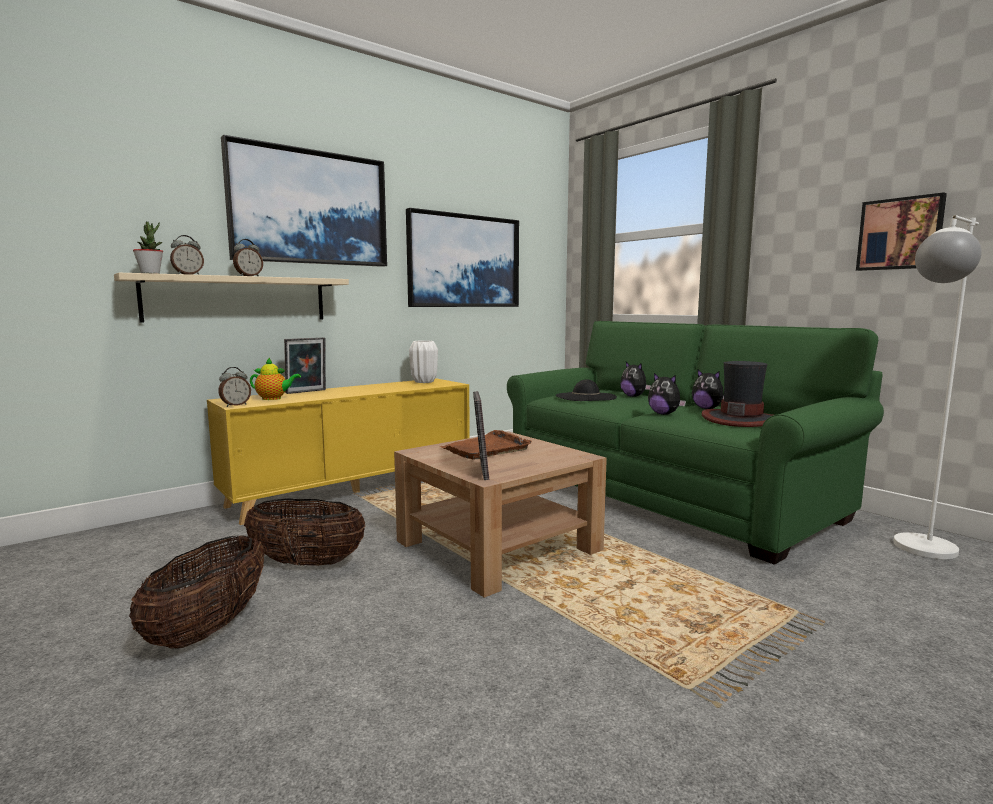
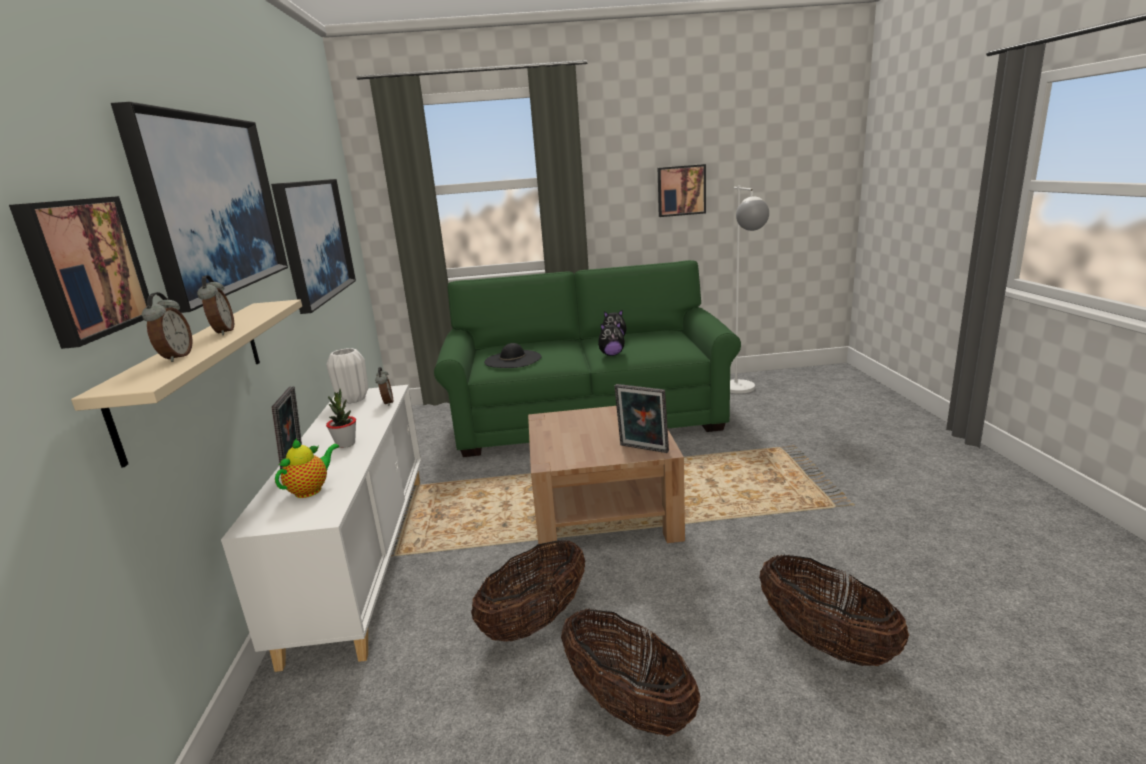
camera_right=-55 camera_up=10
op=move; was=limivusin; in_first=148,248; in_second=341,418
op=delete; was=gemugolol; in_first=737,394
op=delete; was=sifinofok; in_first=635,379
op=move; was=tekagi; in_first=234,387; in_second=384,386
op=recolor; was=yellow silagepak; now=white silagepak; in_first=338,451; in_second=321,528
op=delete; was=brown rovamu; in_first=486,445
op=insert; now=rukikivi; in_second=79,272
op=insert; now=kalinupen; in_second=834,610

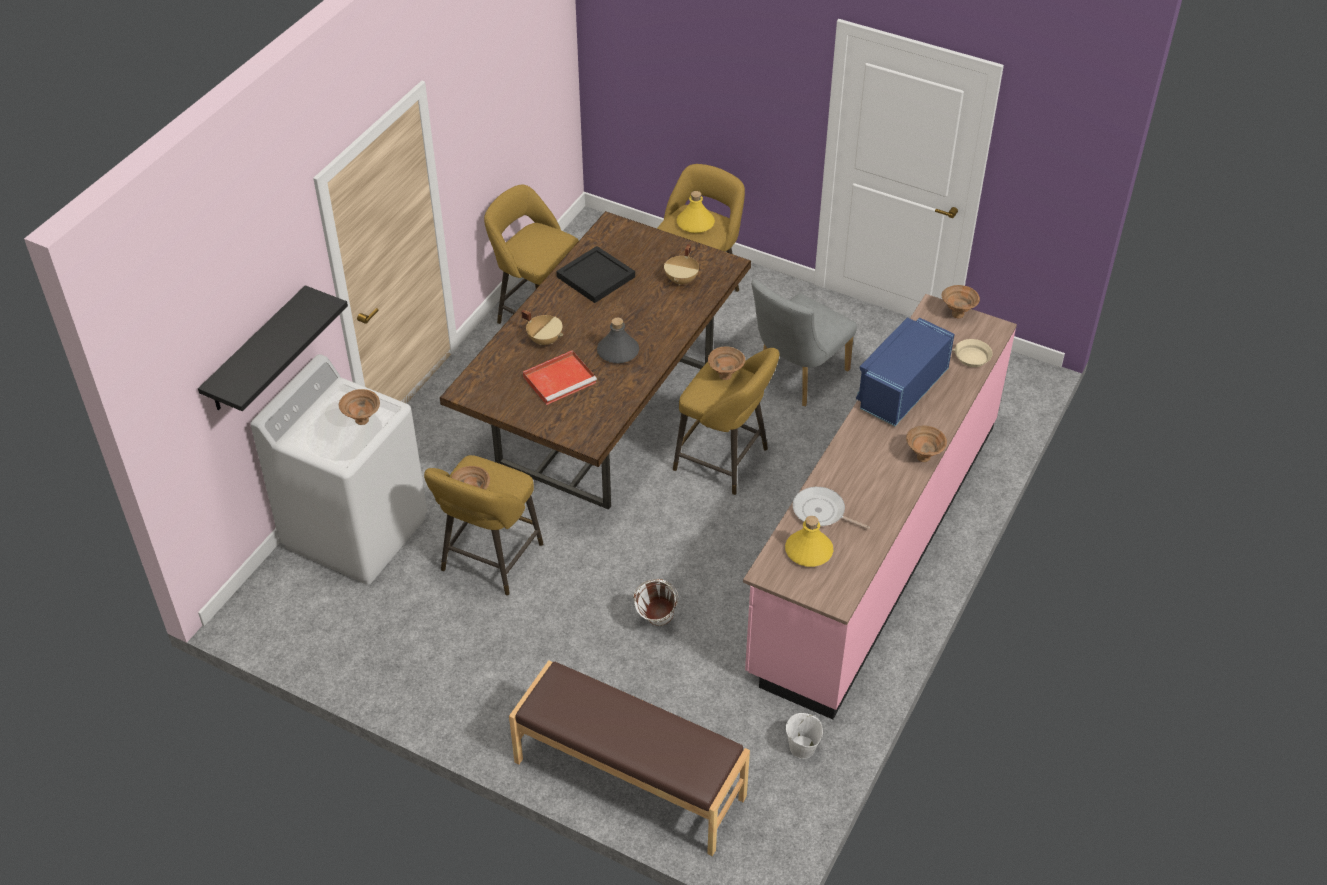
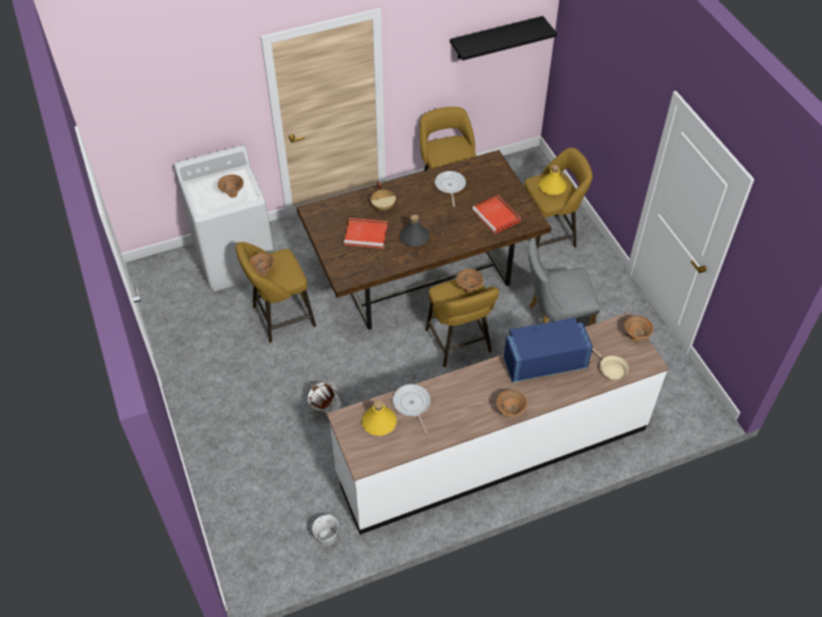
camera_right=40 camera_up=5
op=replace; was=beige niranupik; now=red rovamu; in_first=681,265; in_second=496,214
op=replace; was=black rovamu; now=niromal; in_first=595,274; in_second=450,189
op=move; was=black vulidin; in_first=273,348; in_second=503,38
op=recolor; was=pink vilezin; now=white vilezin; in_first=880,506; in_second=498,423
op=delete; was=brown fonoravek; in_first=629,758

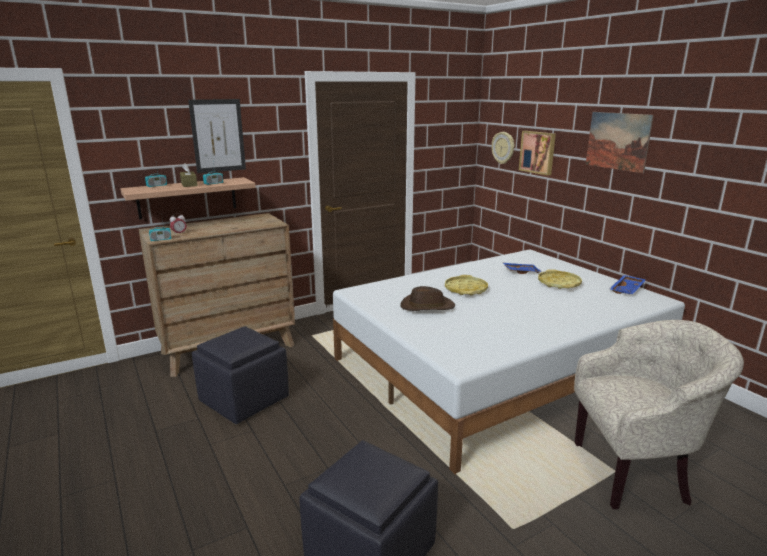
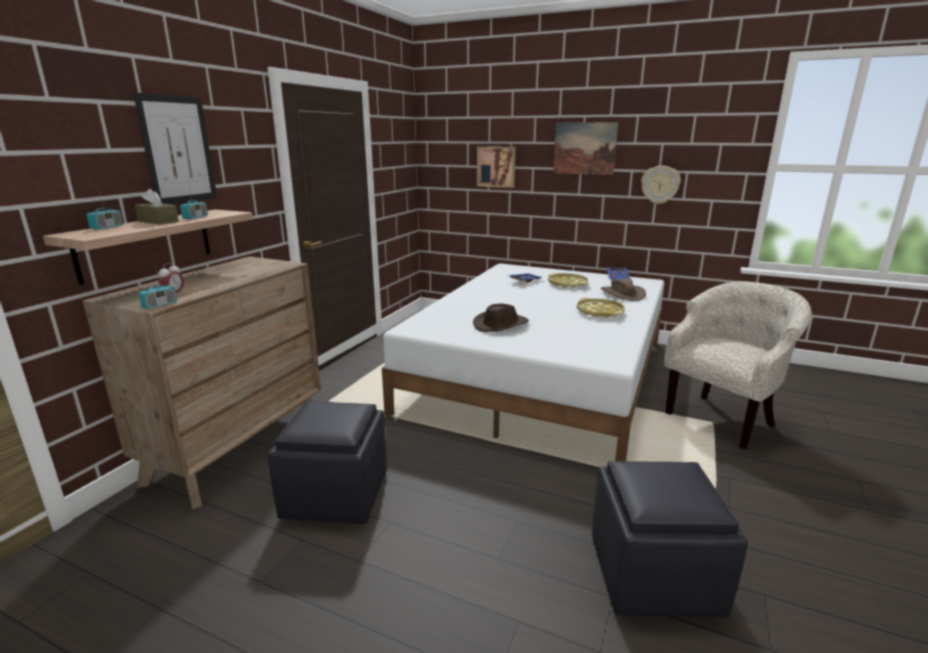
camera_right=-35 camera_up=0
op=move; was=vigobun; in_first=503,148; in_second=661,185
op=move; was=yellow rovamu; in_first=466,285; in_second=601,308
op=insert; now=brown gemugolol; in_second=623,289

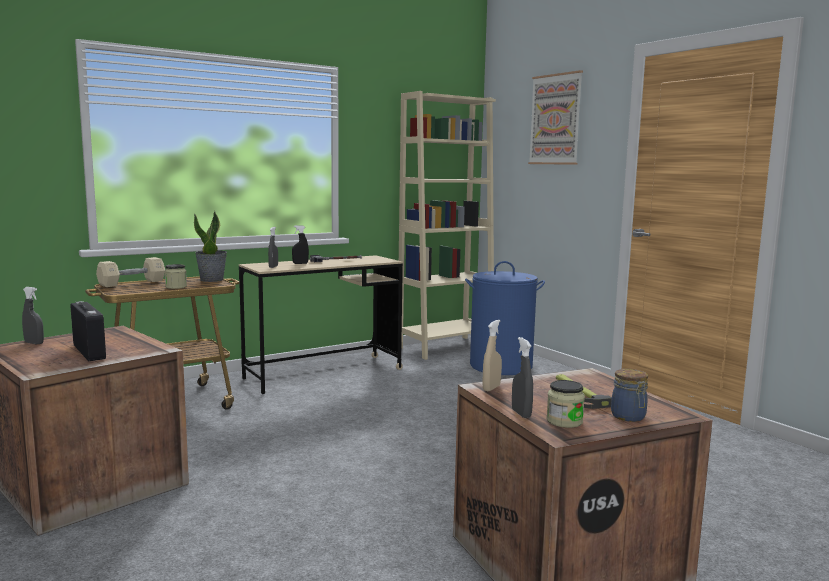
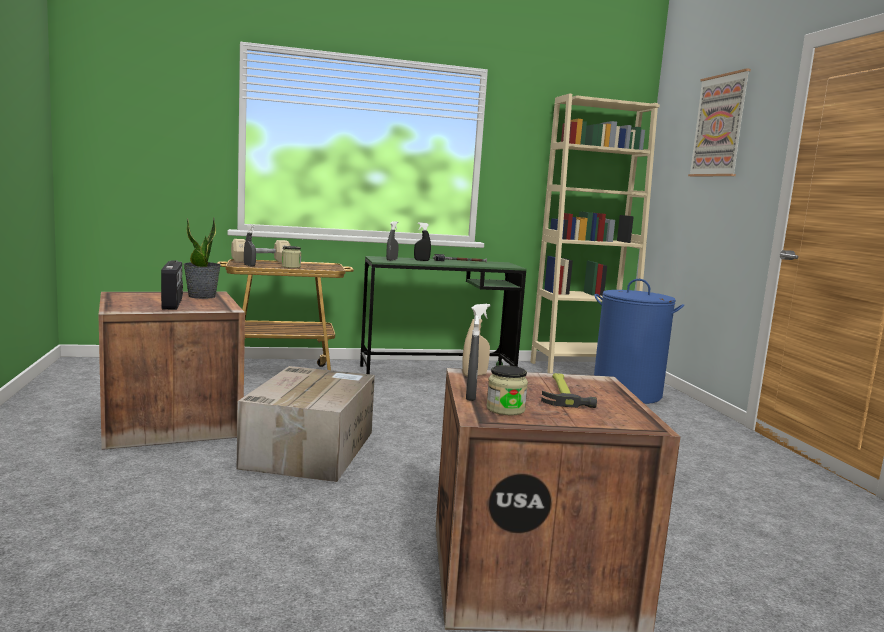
camera_right=20 camera_up=0
op=move; was=limivusin; in_first=210,246; in_second=202,258
op=recolor; was=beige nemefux; now=green nemefux; in_first=321,324; in_second=443,315
op=move; was=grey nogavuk; in_first=33,315; in_second=250,245
op=delete; was=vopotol; in_first=629,395
op=insert; now=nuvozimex; in_second=306,424

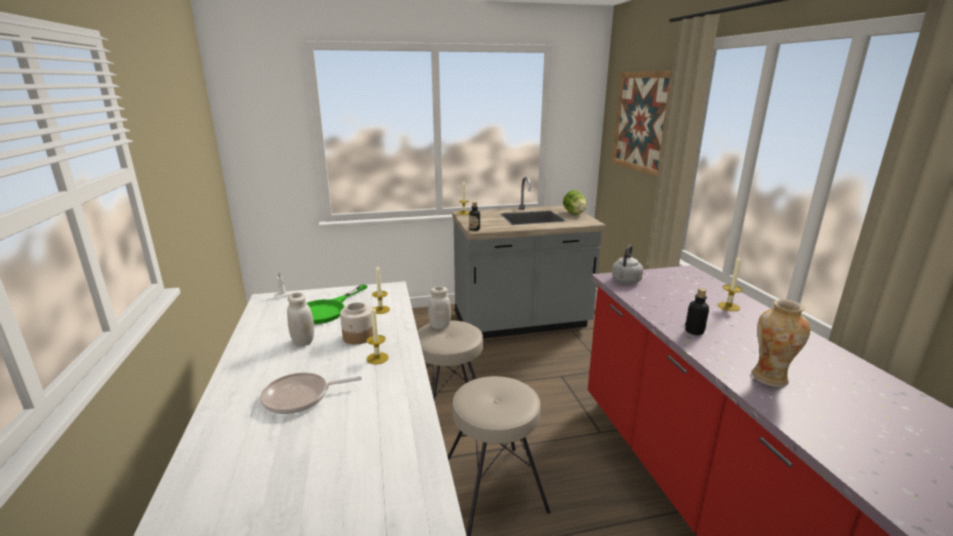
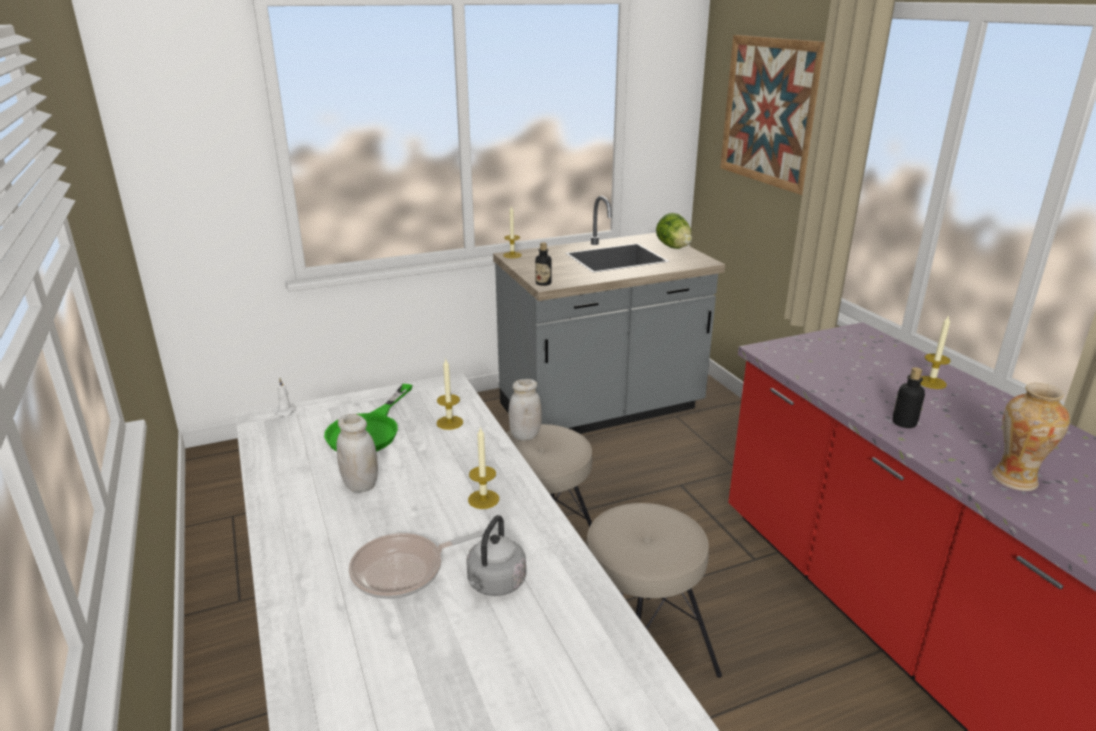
camera_right=-10 camera_up=5
op=move; was=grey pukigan; in_first=627,264; in_second=496,555
op=delete; was=vopotol; in_first=356,323

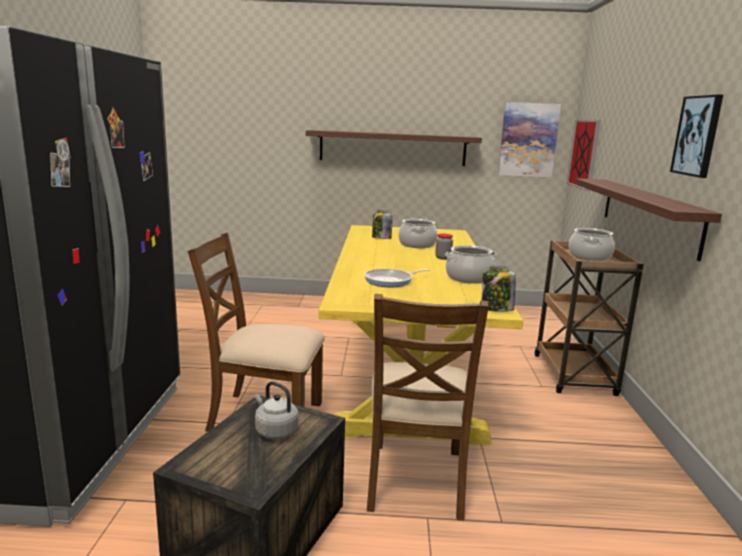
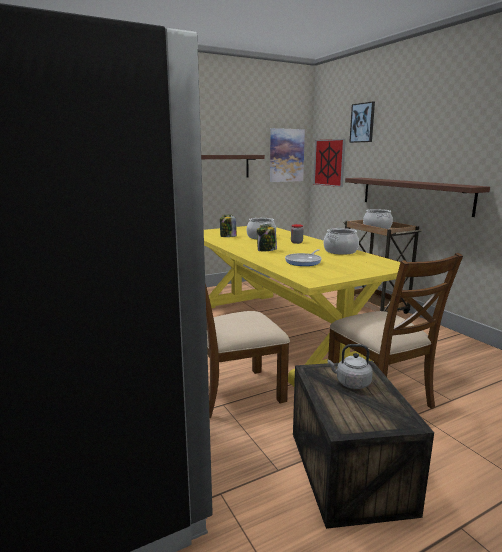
camera_right=-30 camera_up=0
op=move; was=rukikivi; in_first=696,136; in_second=362,122
op=move; was=vopotol; in_first=499,289; in_second=267,237

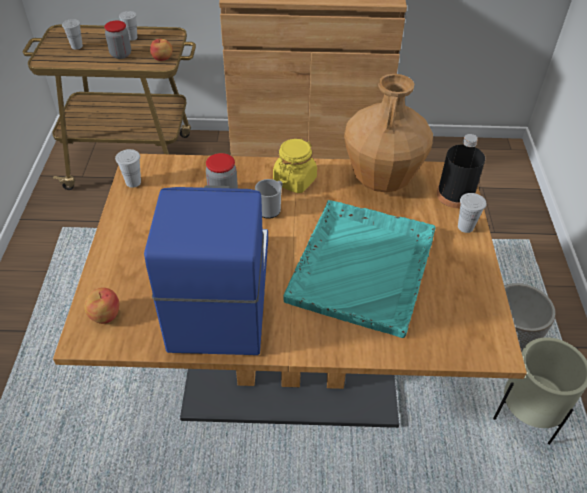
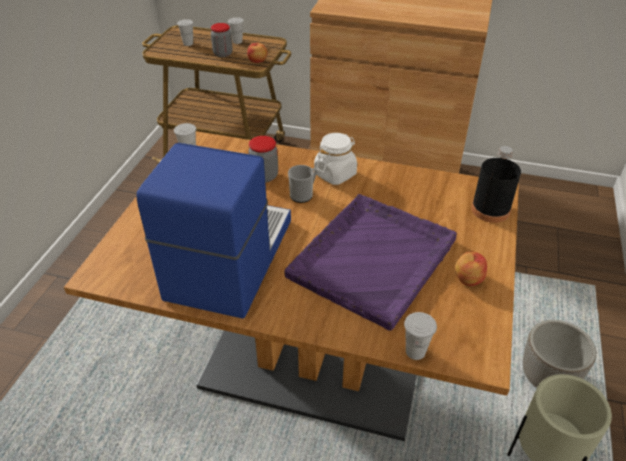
camera_right=15 camera_up=-5
op=delete; was=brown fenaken; in_first=388,133
op=recolor; was=yellow vopotol; now=white vopotol; in_first=295,166; in_second=335,159
op=move; was=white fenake; in_first=472,213; in_second=420,336
op=recolor; was=turquoise rovamu; now=purple rovamu; in_first=359,269; in_second=370,262
op=move; was=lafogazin; in_first=101,306; in_second=471,269

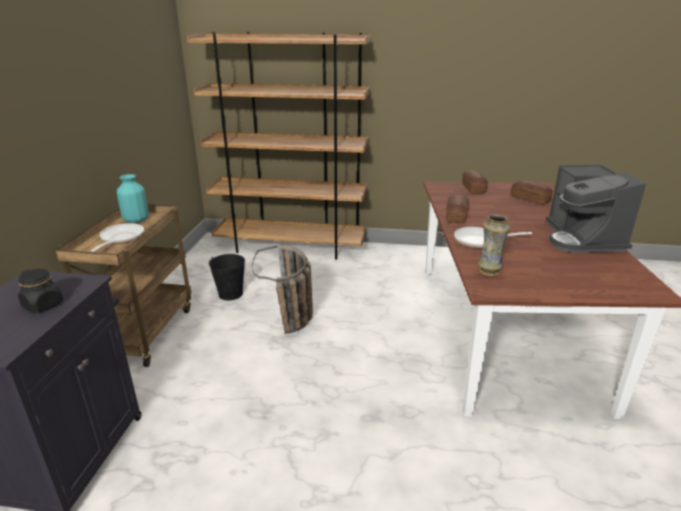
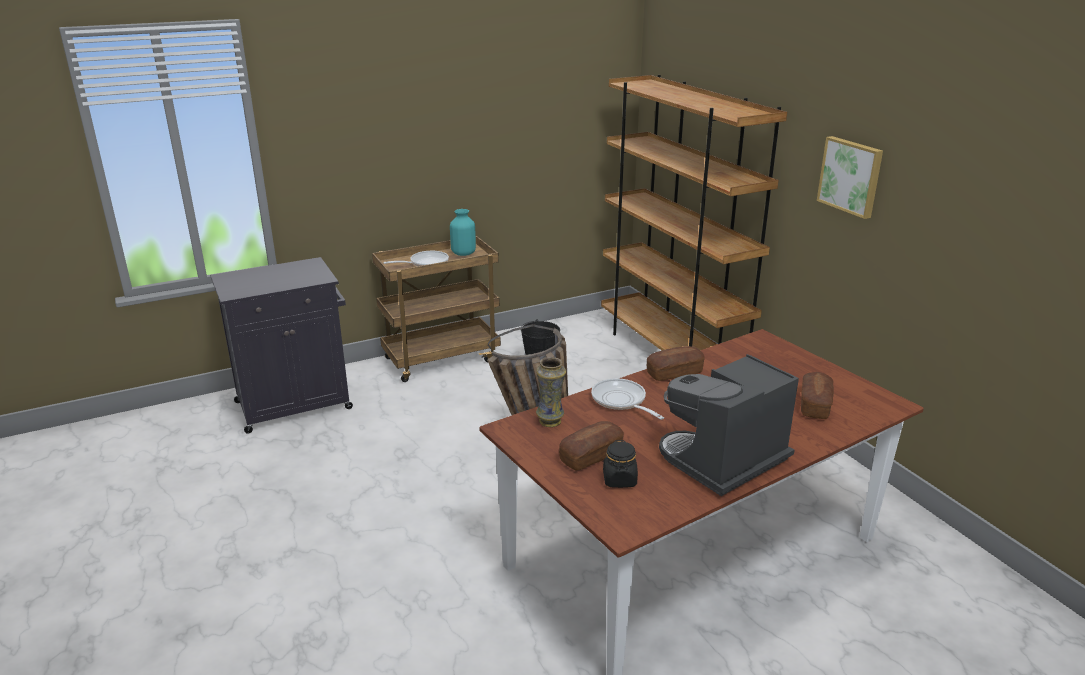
camera_right=55 camera_up=0
op=move; was=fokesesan; in_first=475,182; in_second=591,445
op=move; was=black vopotol; in_first=40,290; in_second=620,464
op=insert; now=rukikivi; in_second=850,177

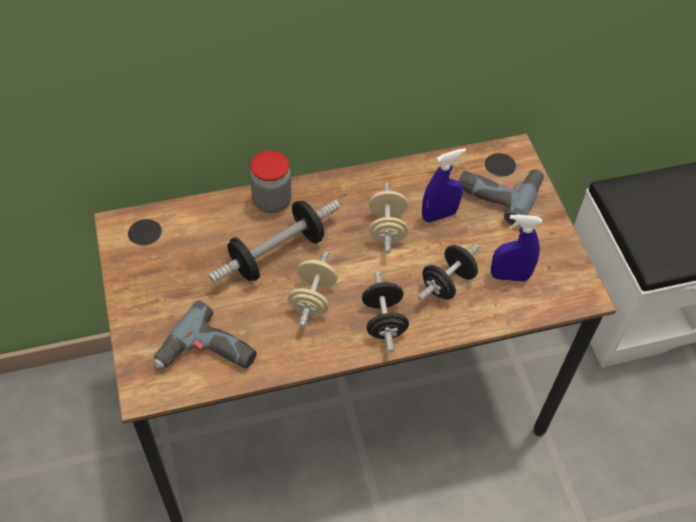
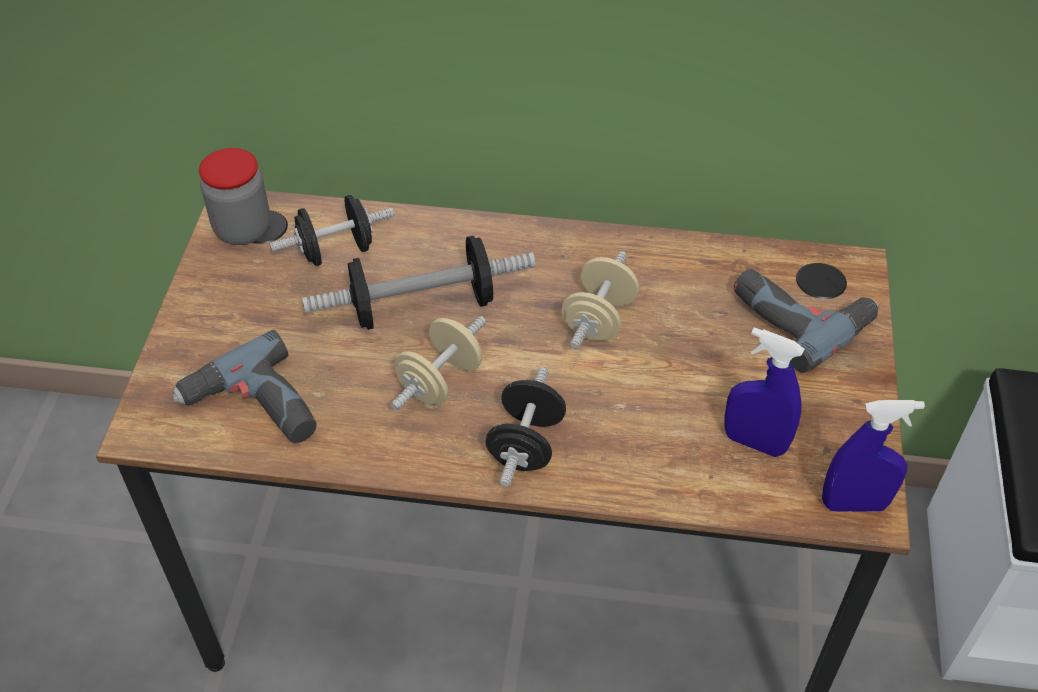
camera_right=25 camera_up=-5
op=move; was=blue nogavuk; in_first=444,185; in_second=873,456
op=move; was=vopotol; in_first=271,182; in_second=235,196
op=move; was=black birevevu; in_first=449,272; in_second=332,230

